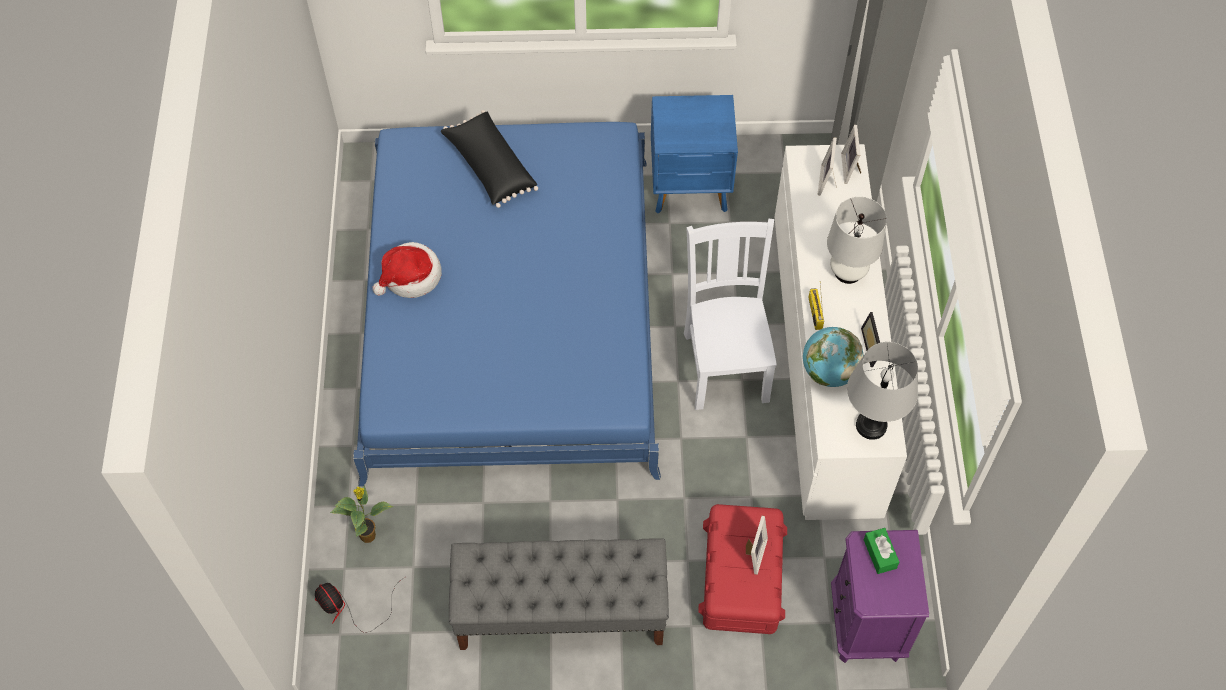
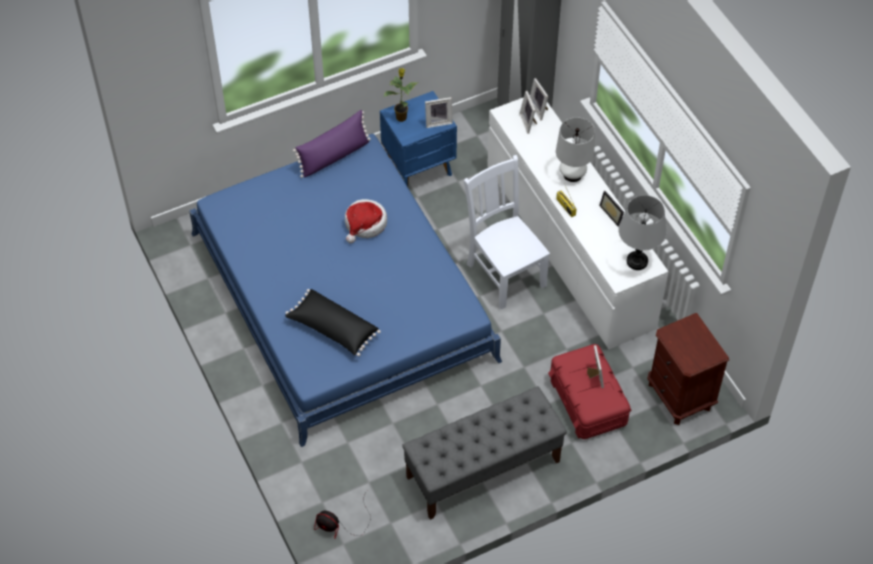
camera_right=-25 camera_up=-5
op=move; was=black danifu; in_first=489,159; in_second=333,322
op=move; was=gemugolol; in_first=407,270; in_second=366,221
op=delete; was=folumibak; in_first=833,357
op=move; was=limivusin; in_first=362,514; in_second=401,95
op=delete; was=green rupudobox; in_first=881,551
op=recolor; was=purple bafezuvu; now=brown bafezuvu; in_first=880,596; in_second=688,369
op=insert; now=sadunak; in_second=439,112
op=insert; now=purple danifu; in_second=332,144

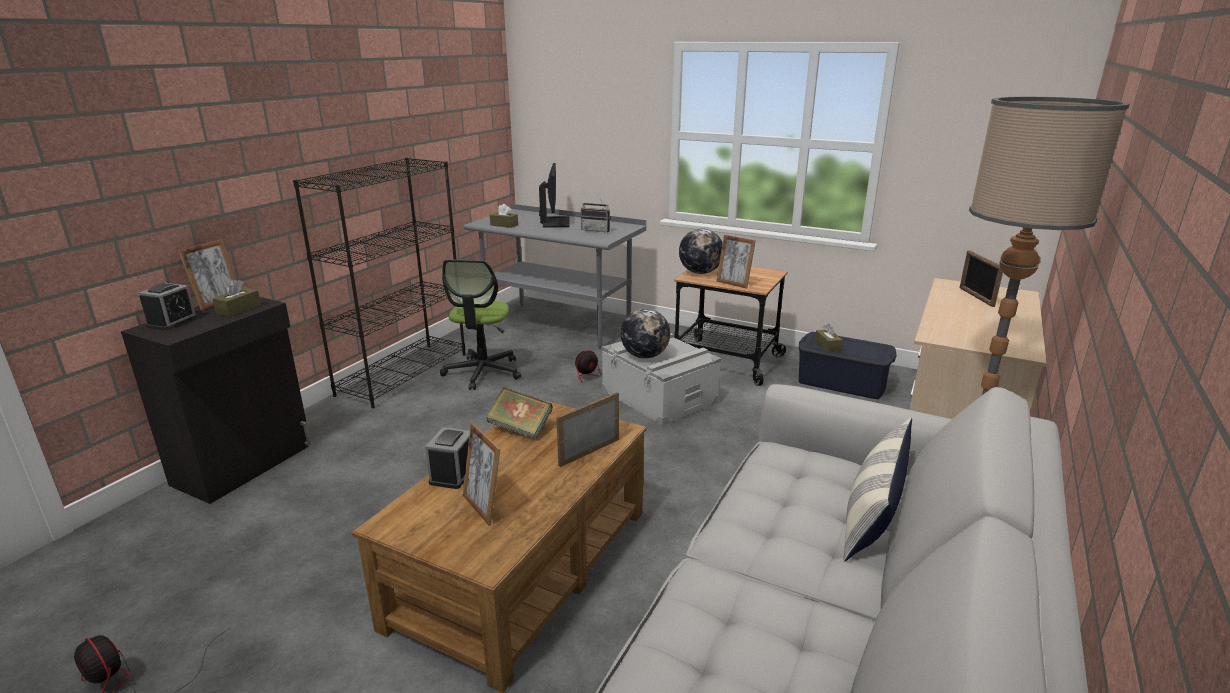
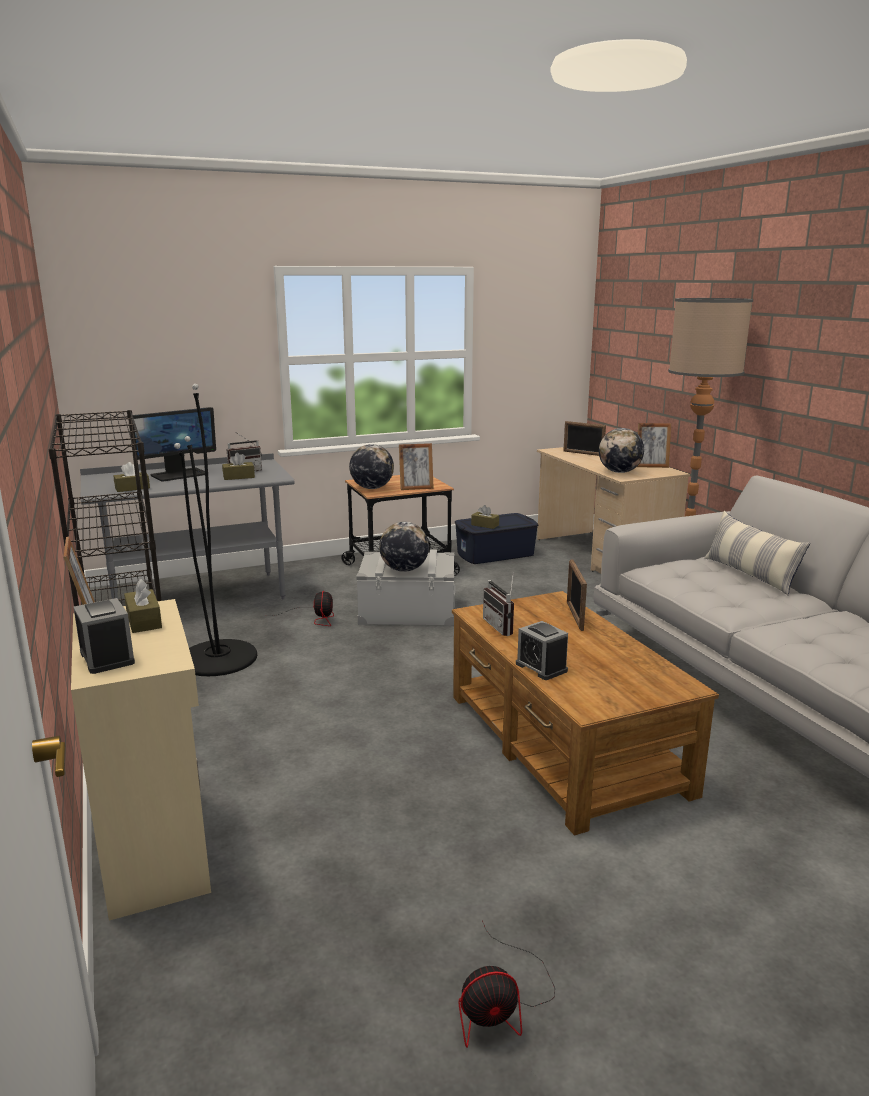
camera_right=-50 camera_up=-5
op=rotate; was=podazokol; in_first=554,195; in_second=174,444; clockwise=105
op=replace; was=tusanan; now=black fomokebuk; in_first=480,325; in_second=215,530
op=recolor; was=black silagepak; now=beige silagepak; in_first=216,400; in_second=141,760
op=replace; was=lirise; now=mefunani; in_first=519,413; in_second=498,604
op=move; was=sadunak; in_first=482,474; in_second=654,445
op=insert; now=folumibak; in_second=621,450
op=insert; now=brown rupudobox; in_second=238,466

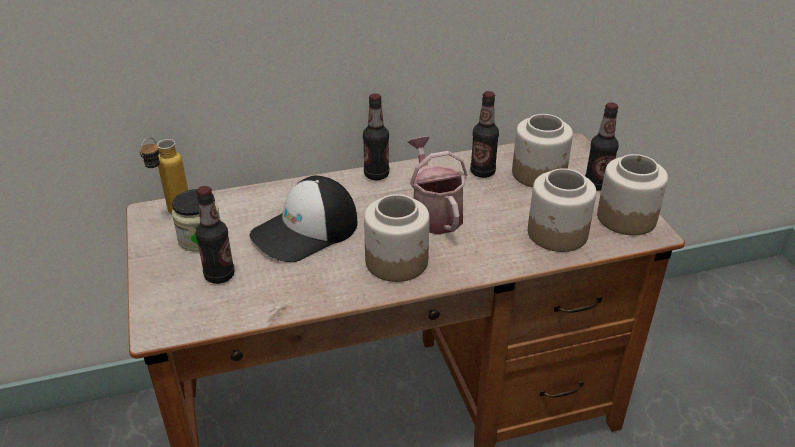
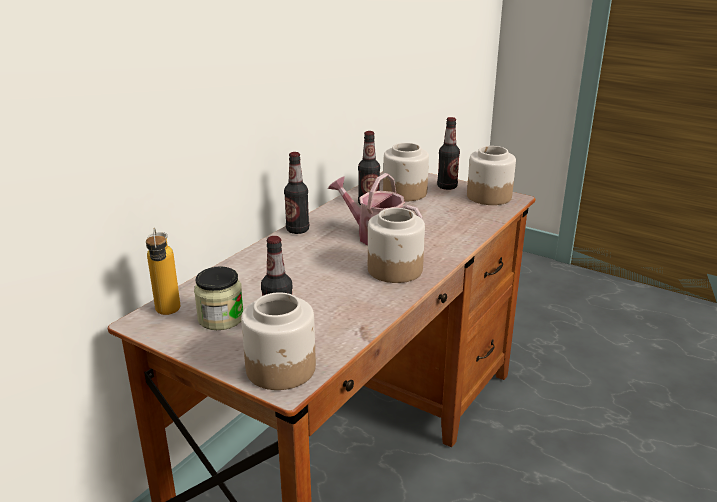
camera_right=-40 camera_up=-10
op=move; was=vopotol; in_first=562,210; in_second=278,341
op=delete; was=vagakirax; in_first=303,219

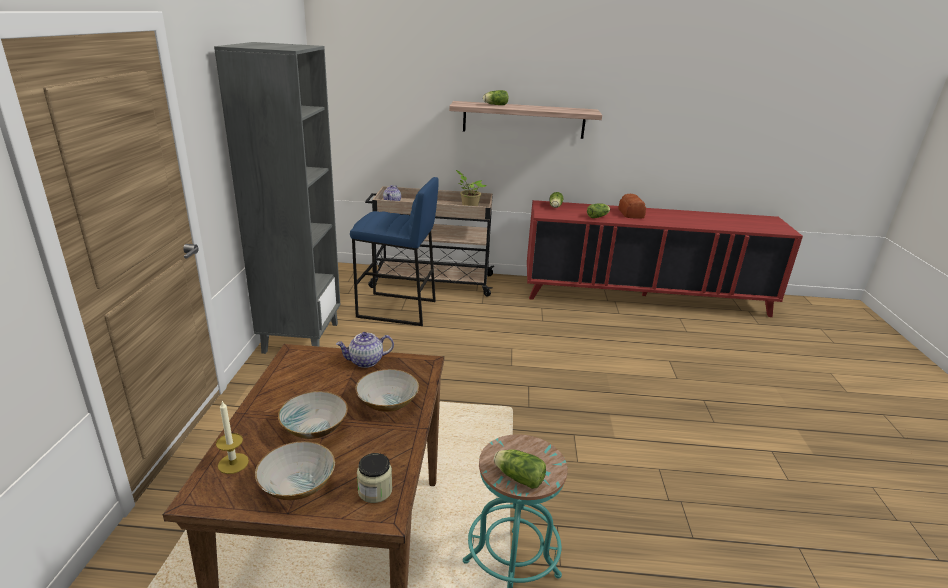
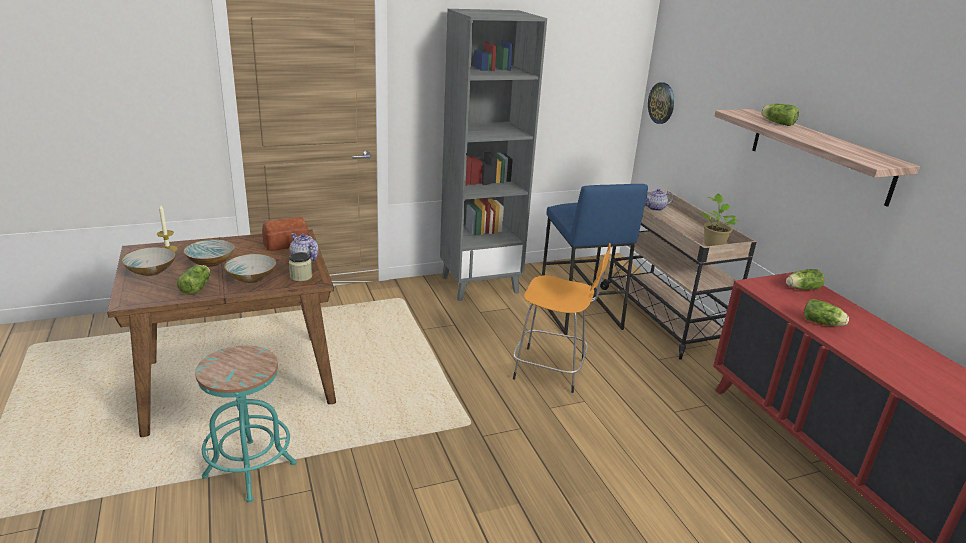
camera_right=65 camera_up=0
op=move; was=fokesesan; in_first=632,206; in_second=285,234
op=move; was=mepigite; in_first=520,469; in_second=193,280
op=move; was=vopotol; in_first=374,478; in_second=300,267
op=insert; now=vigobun; in_second=661,103
op=insert; now=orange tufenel; in_second=562,318

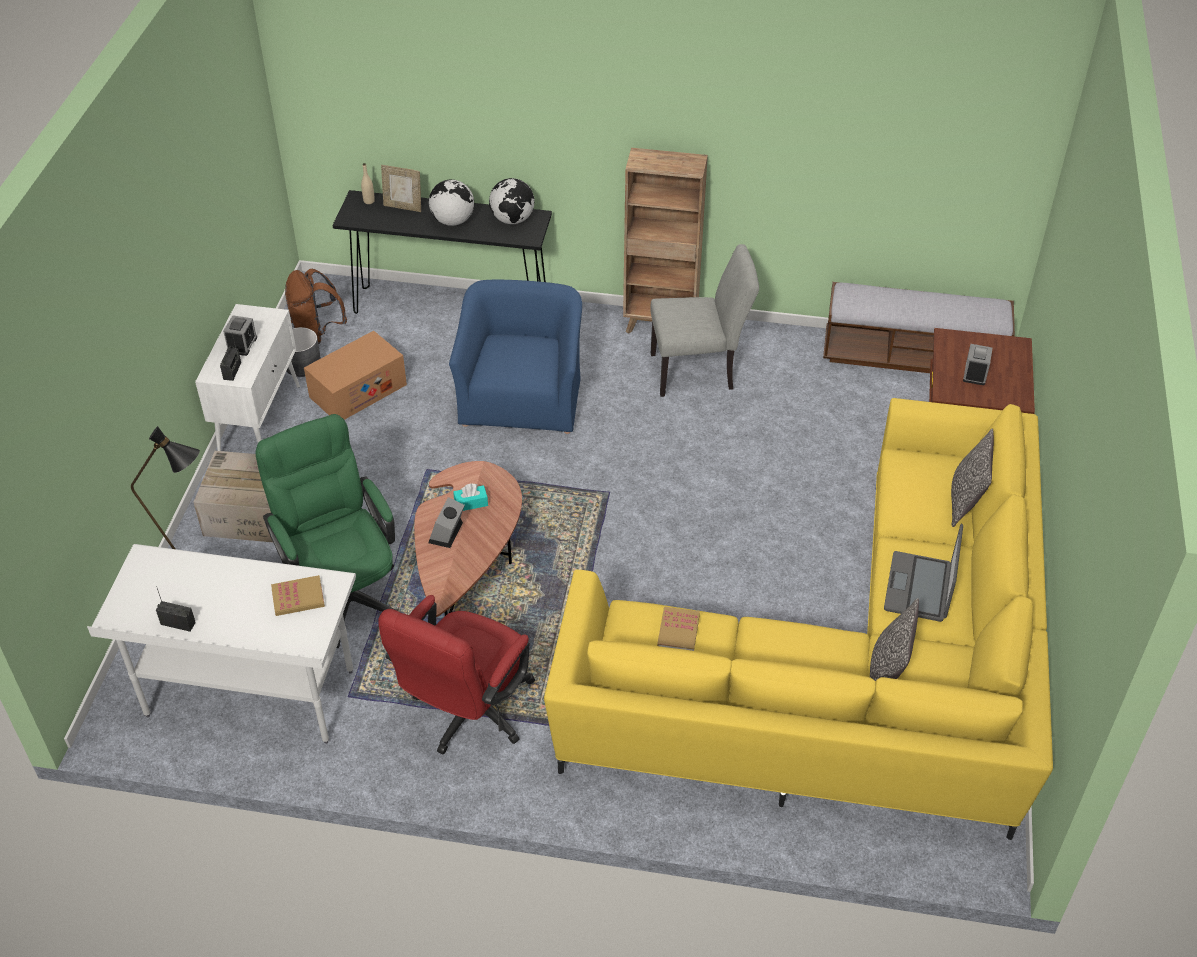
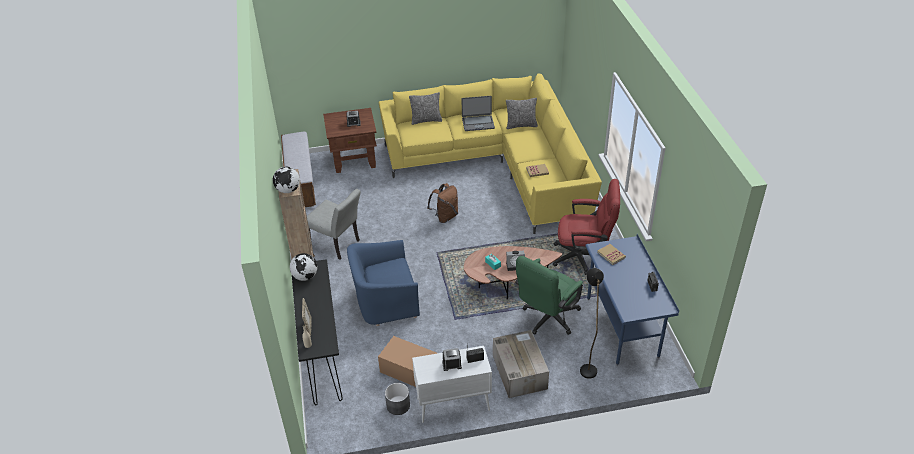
camera_right=-110 camera_up=-5
op=move; was=folumibak; in_first=451,202; in_second=286,180
op=rotate; was=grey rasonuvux; in_first=704,320; in_second=334,224; clockwise=150
op=move; was=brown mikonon; in_first=316,307; in_second=442,203
op=recolor; was=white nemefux; now=blue nemefux; in_first=221,644; in_second=632,300

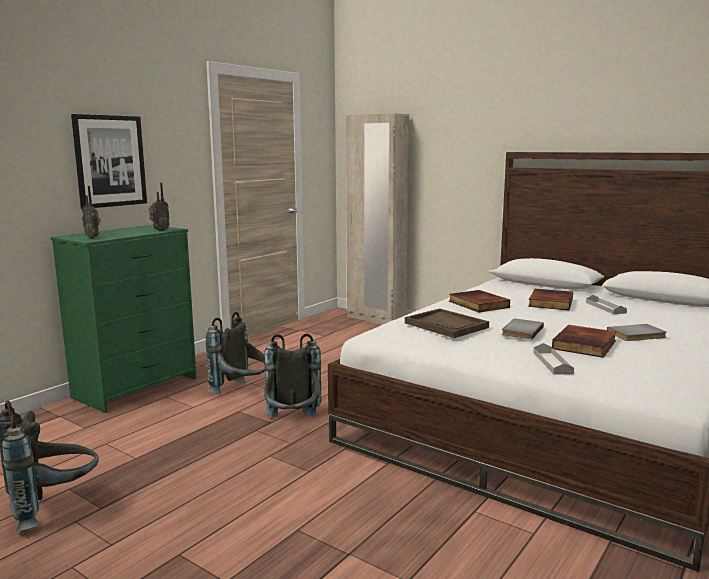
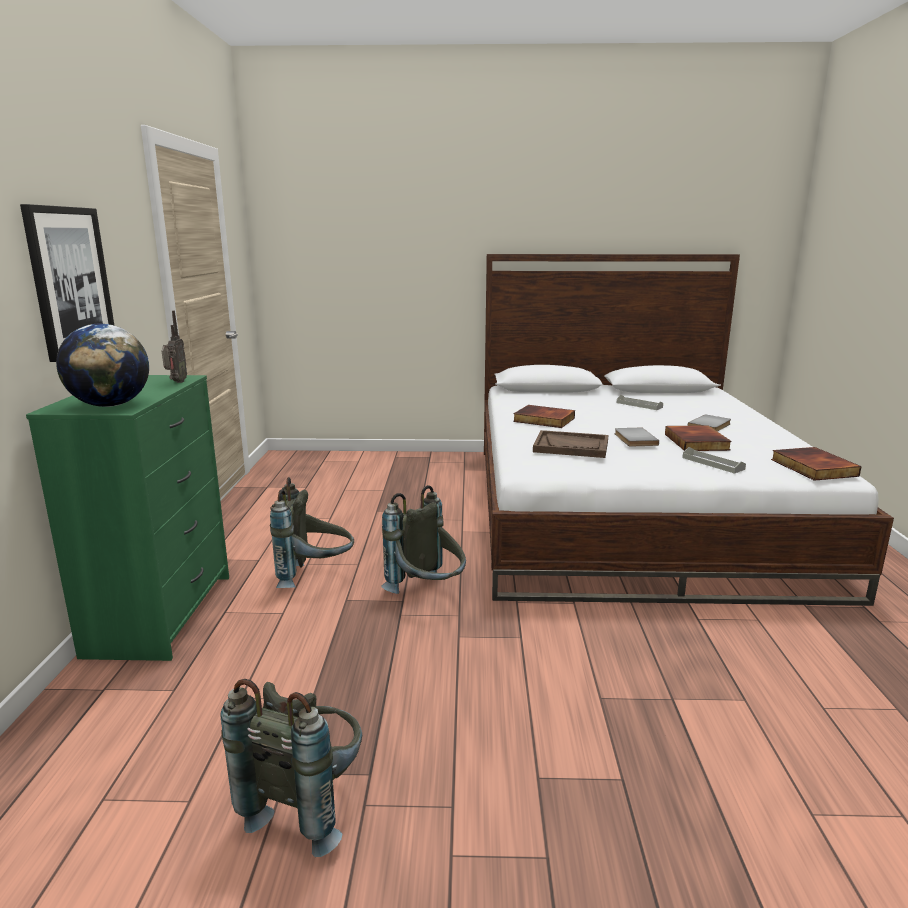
camera_right=-35 camera_up=5
op=delete; was=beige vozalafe; in_first=377,218
op=replace; was=mefunani; now=folumibak; in_first=91,212; in_second=102,365
op=move; was=lirise; in_first=550,299; in_second=816,464

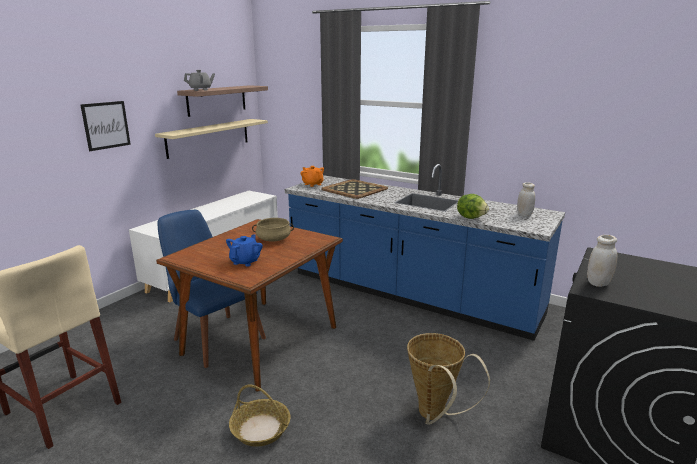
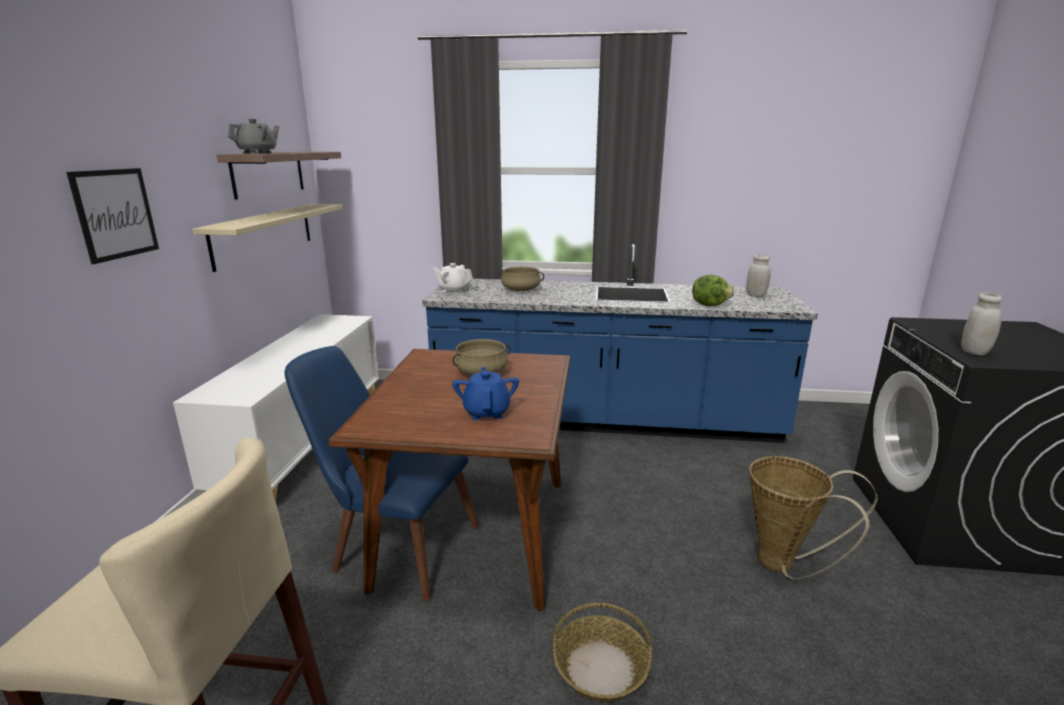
camera_right=-25 camera_up=0
op=recolor; was=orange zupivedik; now=white zupivedik; in_first=312,176; in_second=453,278
op=replace; was=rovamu; now=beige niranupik; in_first=354,189; in_second=522,279

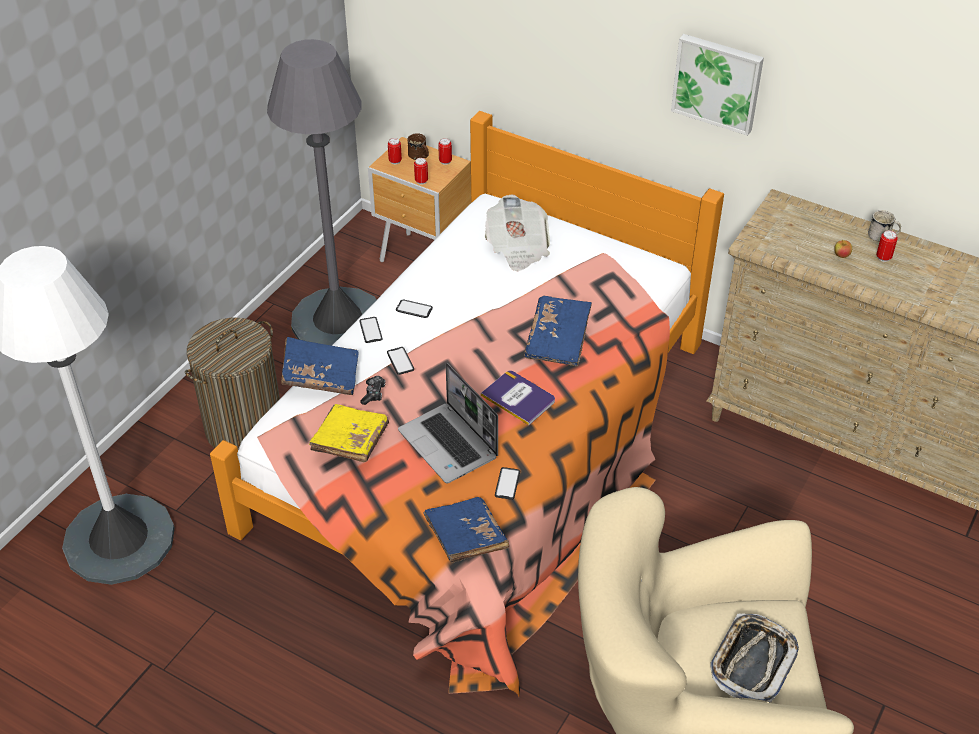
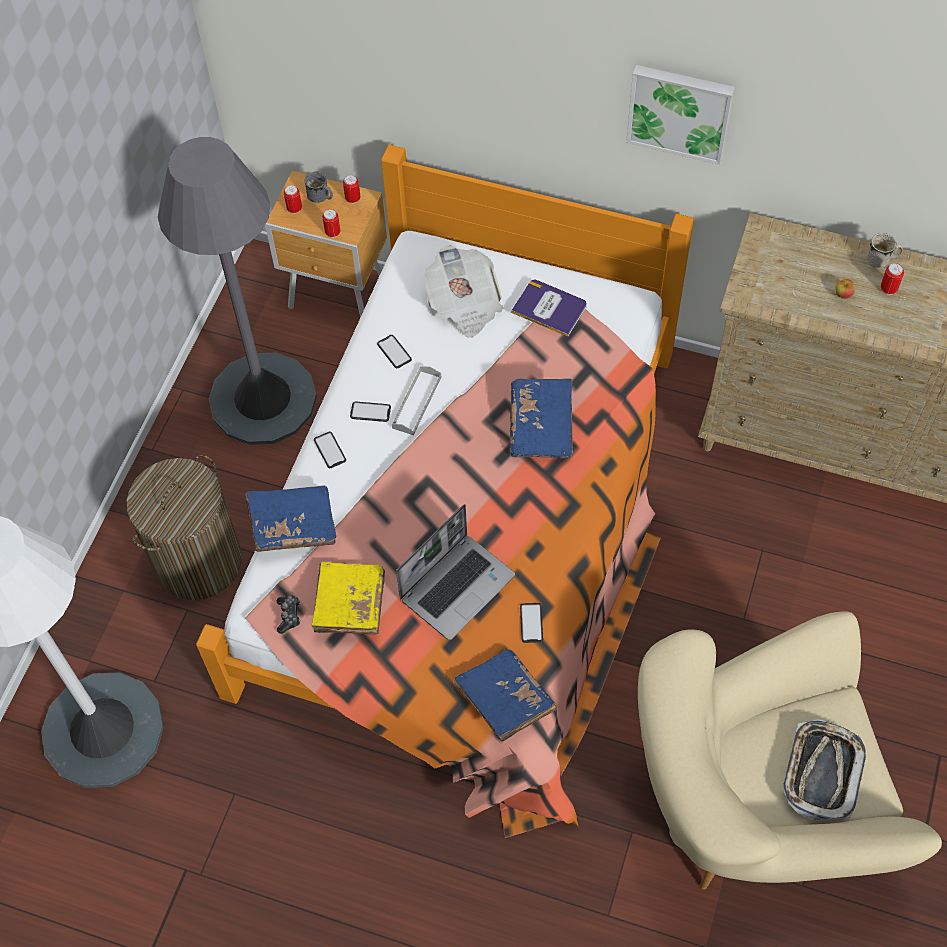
camera_right=-10 camera_up=15
op=recolor; was=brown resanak; now=grey resanak; in_first=418,146; in_second=319,187
op=move; was=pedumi; in_first=400,361; in_second=394,351
op=rotate; was=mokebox; in_first=448,423; in_second=455,572; clockwise=-90
op=move; was=lirise; in_first=518,398; in_second=549,308
op=move; was=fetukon; in_first=373,390; in_second=289,614
op=insert; now=grey rovamu; in_second=416,400

